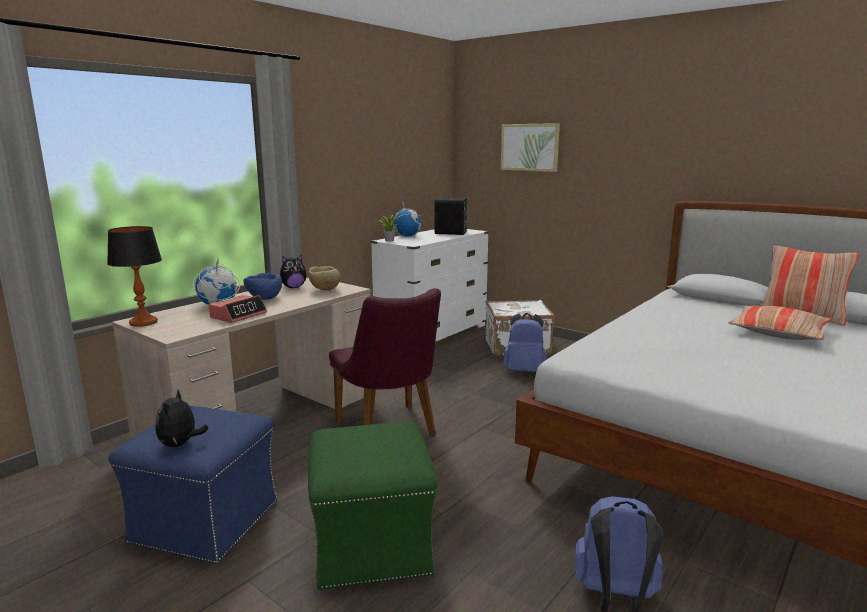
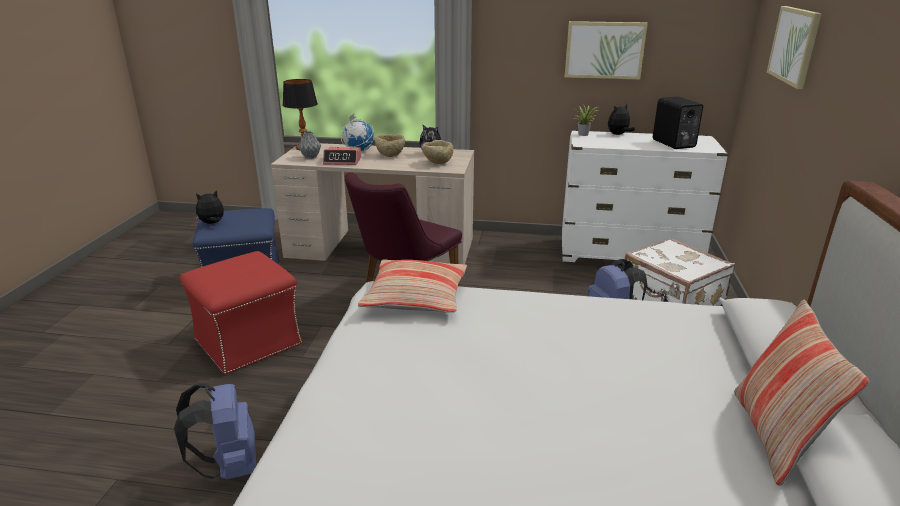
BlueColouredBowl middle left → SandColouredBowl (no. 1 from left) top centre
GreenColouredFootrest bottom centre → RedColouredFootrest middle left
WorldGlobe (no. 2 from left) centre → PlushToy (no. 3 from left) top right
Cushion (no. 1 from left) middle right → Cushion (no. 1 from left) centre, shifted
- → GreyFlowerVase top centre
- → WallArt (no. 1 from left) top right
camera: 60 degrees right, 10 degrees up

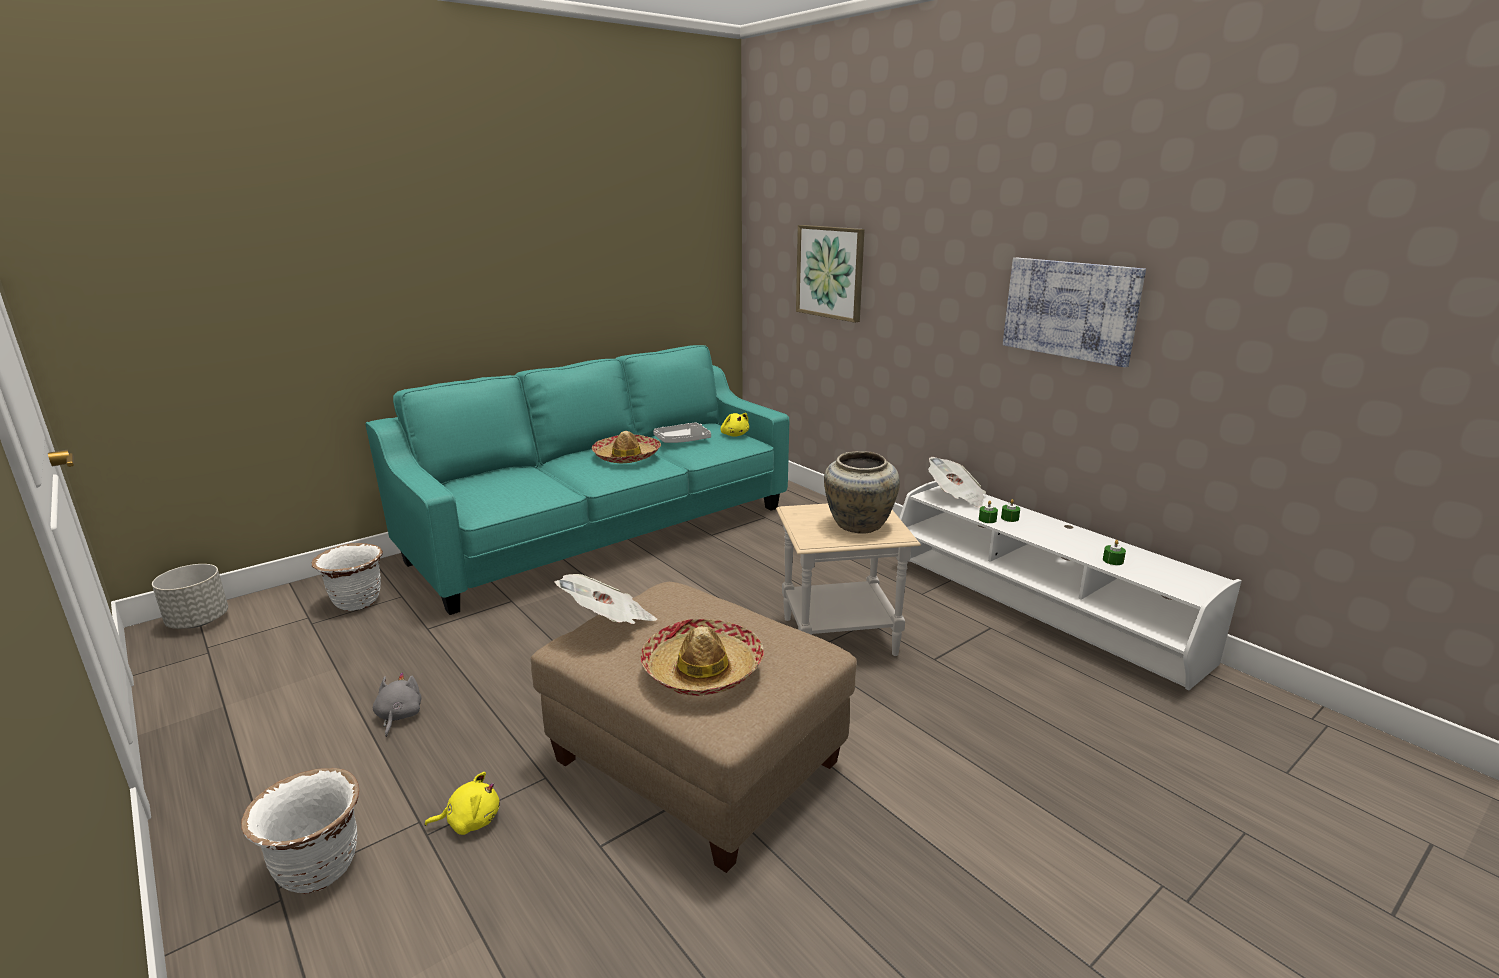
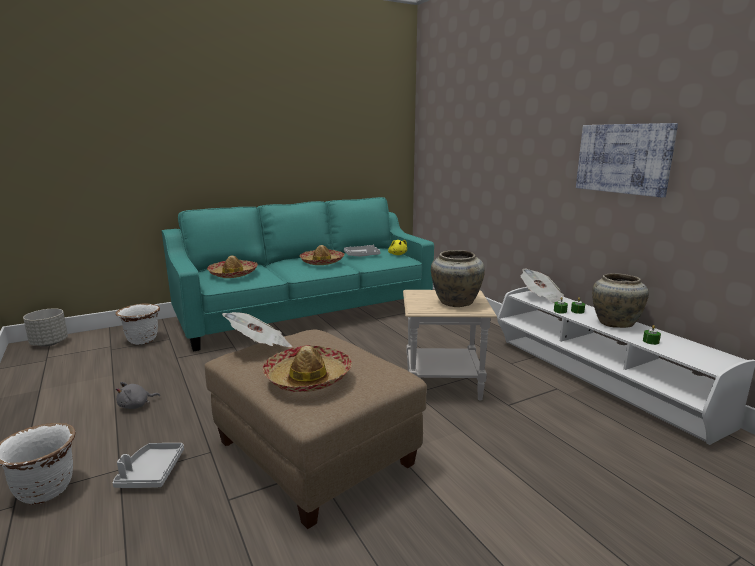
GreyPlushToy bottom left, 135 degrees counterclockwise
YellowishPlushToy (no. 1 from left) bottom left → GreyServingTray (no. 1 from left) bottom left
WallArt (no. 1 from left) top centre → -
- → ClothingHat (no. 1 from left) middle left
- → SandColouredFlowerVase (no. 2 from left) middle right
camera: 10 degrees right, 5 degrees down

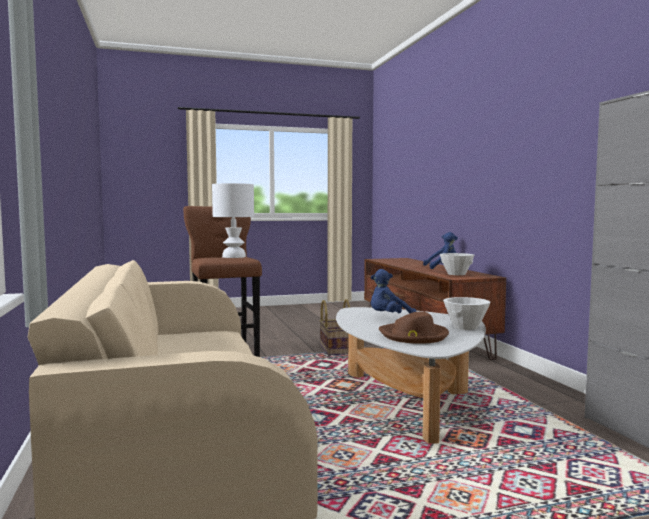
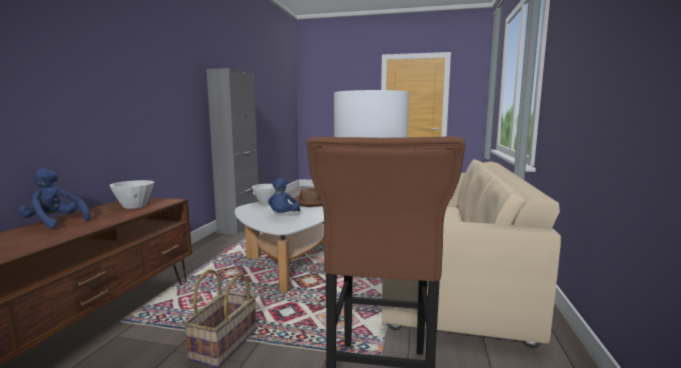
BlueColouredPlushToy (no. 1 from left in the first image) centre → BlueColouredPlushToy (no. 2 from left) centre, 90 degrees clockwise
camera: 150 degrees left, 5 degrees up

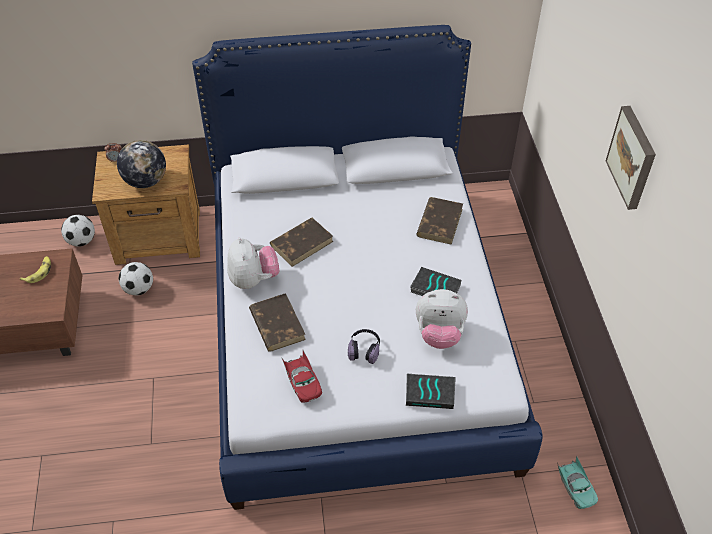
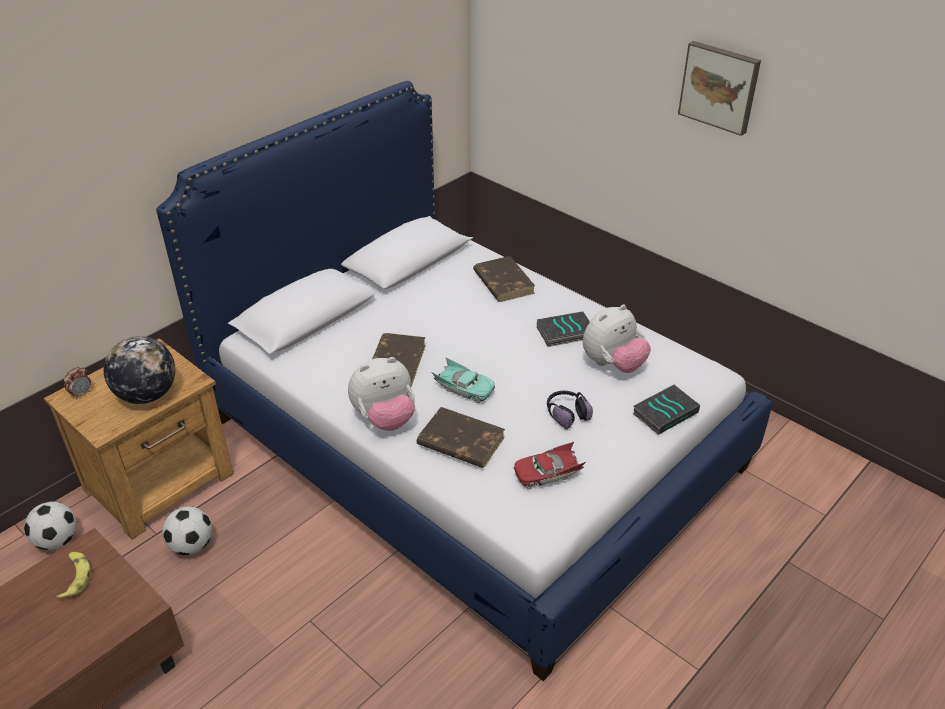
PlushToy (no. 1 from left) centre, 120 degrees clockwise
RedColouredToyCar bottom centre → RedColouredToyCar centre, 135 degrees clockwise
BlueGreenToyCar bottom right → BlueGreenToyCar centre, shifted
camera: 40 degrees left, 10 degrees down

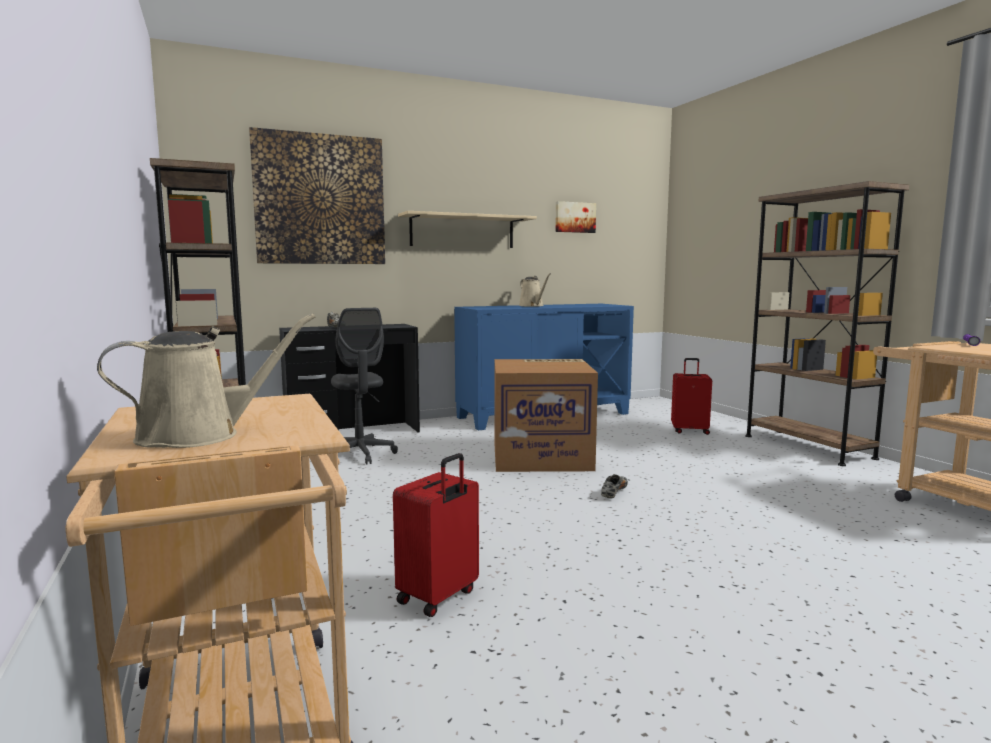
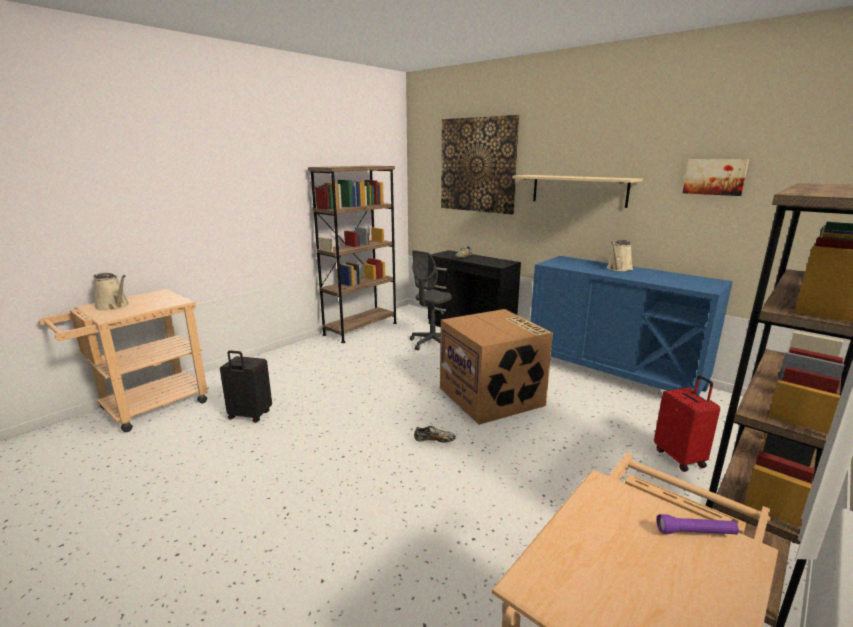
RedColouredTravelCase (no. 1 from left) bottom centre → BlackColouredTravelCase middle left
camera: 65 degrees right, 10 degrees up

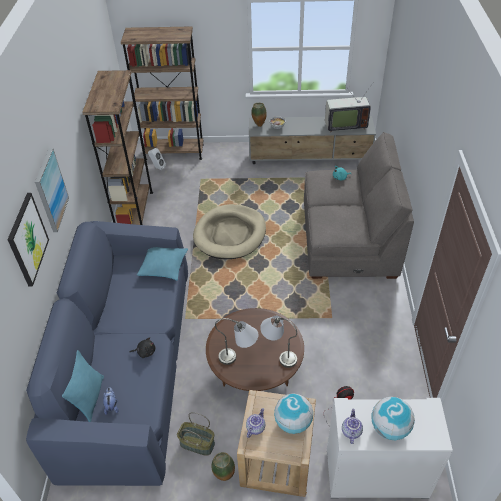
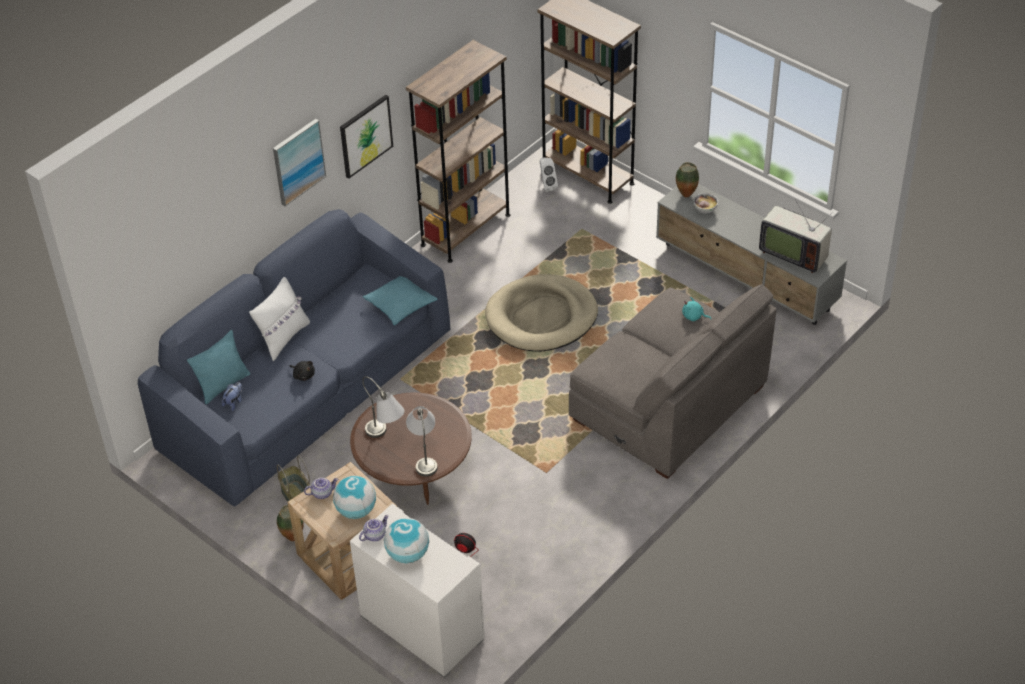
WallArt (no. 1 from left in the first image) middle left → WallArt (no. 2 from left) top centre, shifted
- → WhiteColouredCushion middle left
camera: 40 degrees right, 0 degrees up

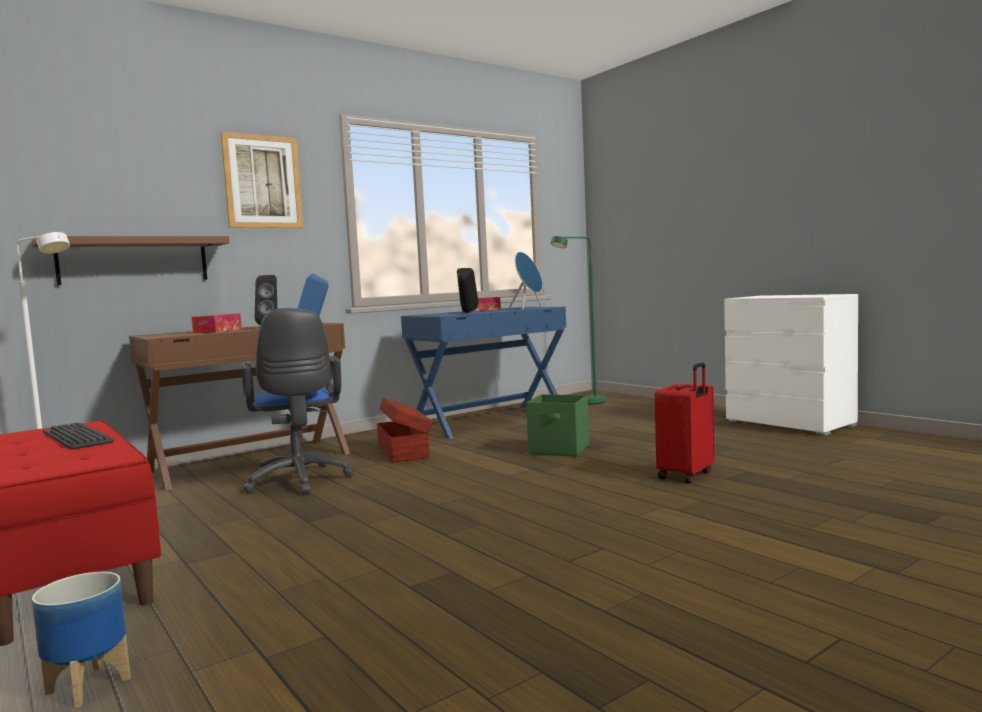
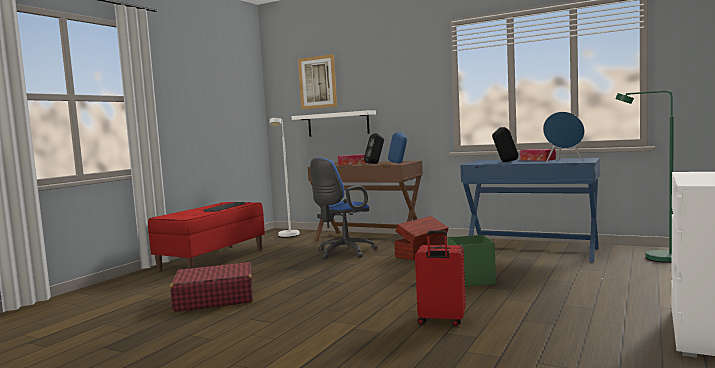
BrownWallShelf middle left → WhiteColouredWallShelf centre
PlantPot bottom left → -
WallArt top left → WallArt top centre, shifted
- → RedColouredTravelCase (no. 1 from left) bottom left
camera: 65 degrees right, 0 degrees up

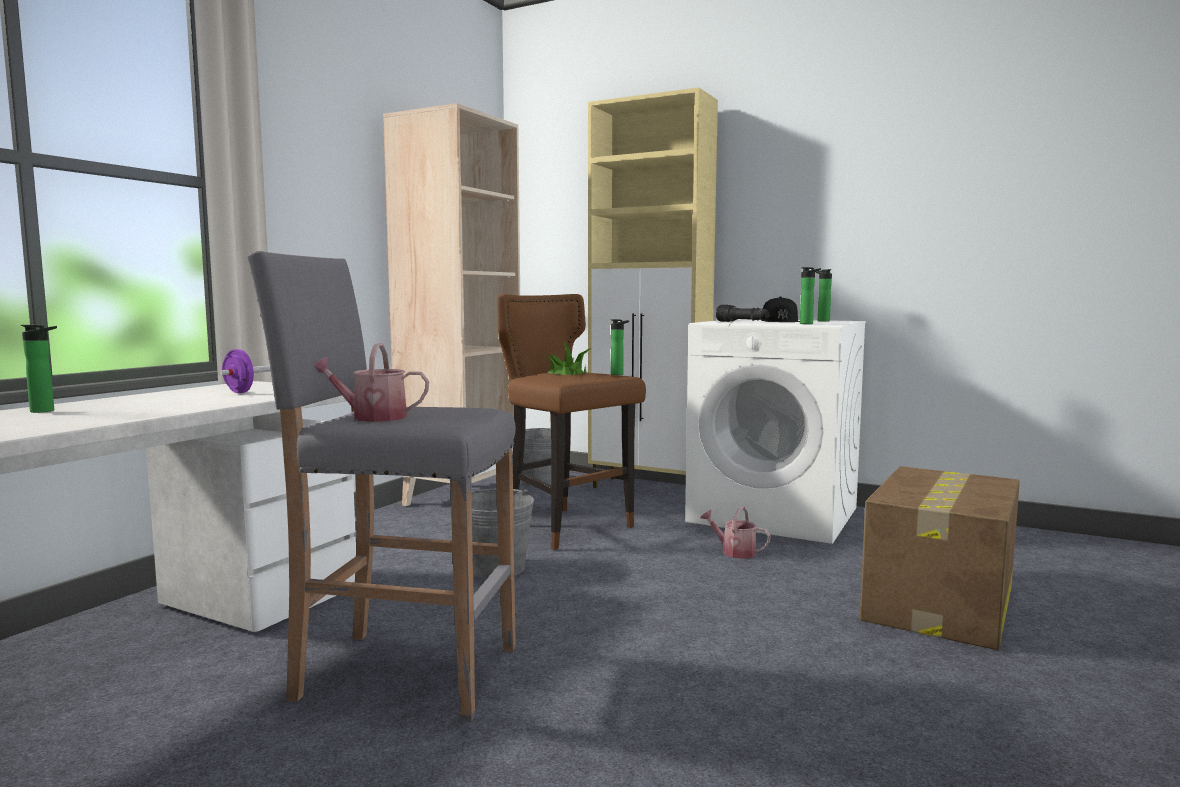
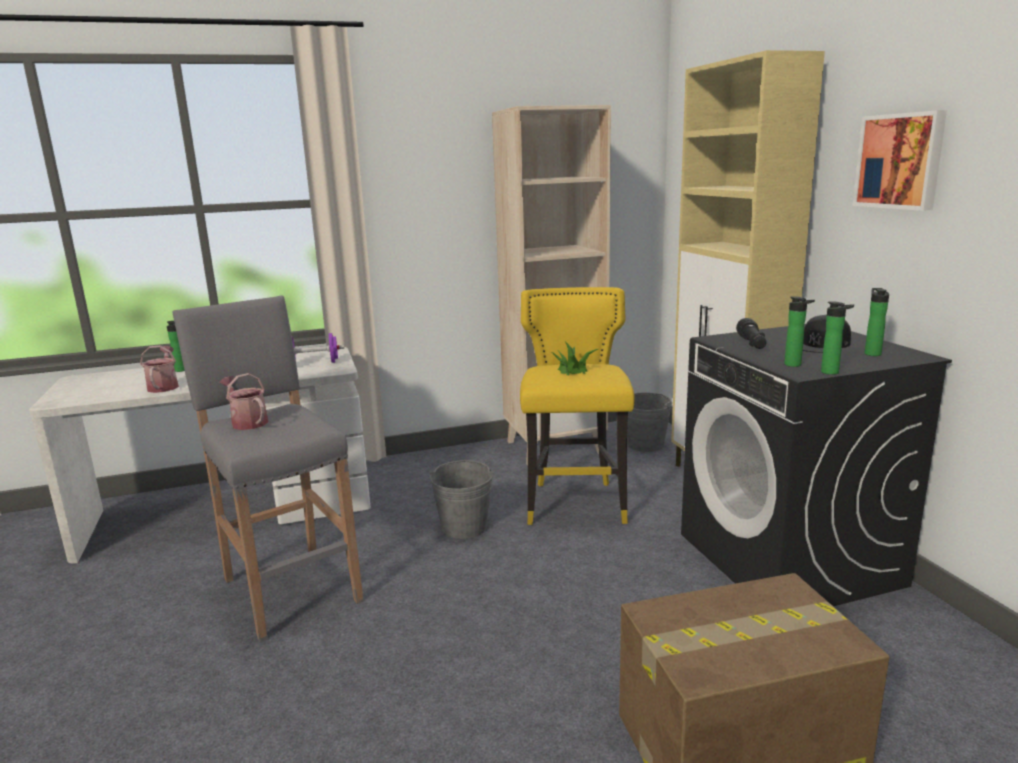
BrownStool centre → YellowishStool centre
DrinkBottle (no. 2 from left in the first image) centre → DrinkBottle (no. 3 from left) middle right, shifted
WhiteColouredLaundryMachine centre → BlackColouredLaundryMachine middle right
WateringPot (no. 2 from left in the first image) bottom centre → WateringPot (no. 1 from left) middle left, shifted
- → WallArt top right
camera: 45 degrees right, 10 degrees up

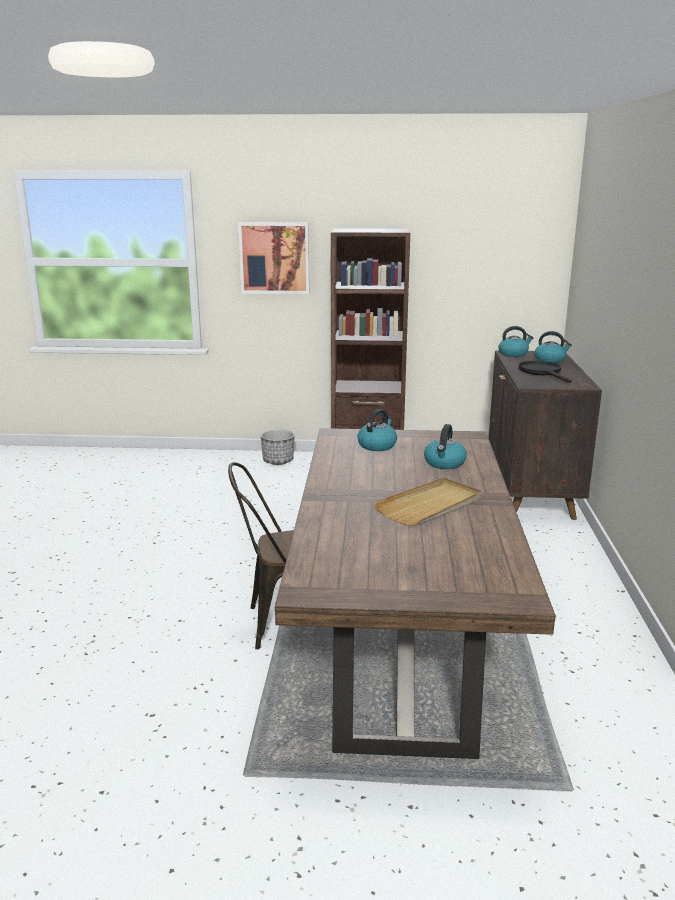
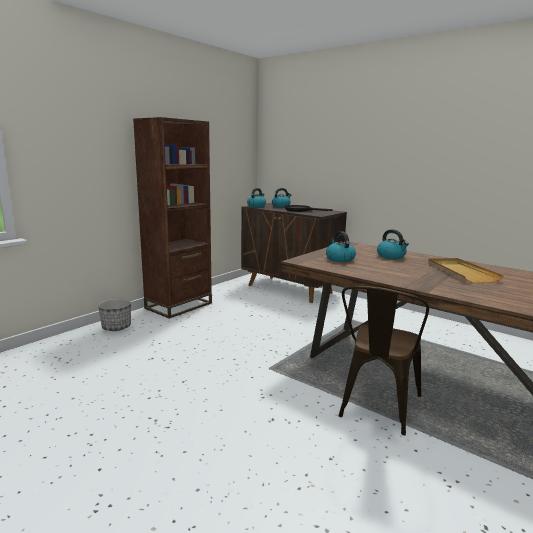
WallArt top centre → -
camera: 55 degrees left, 5 degrees down

